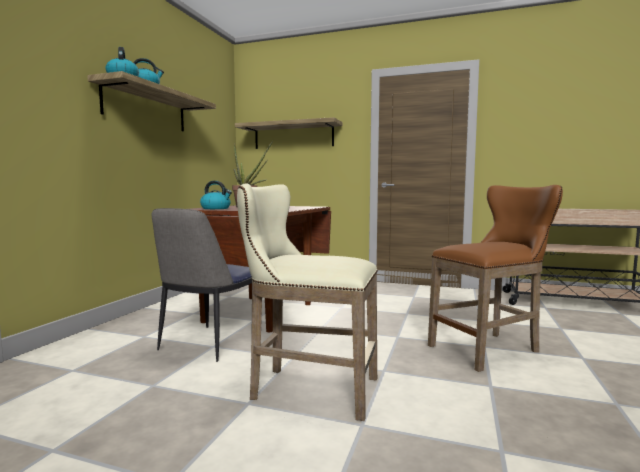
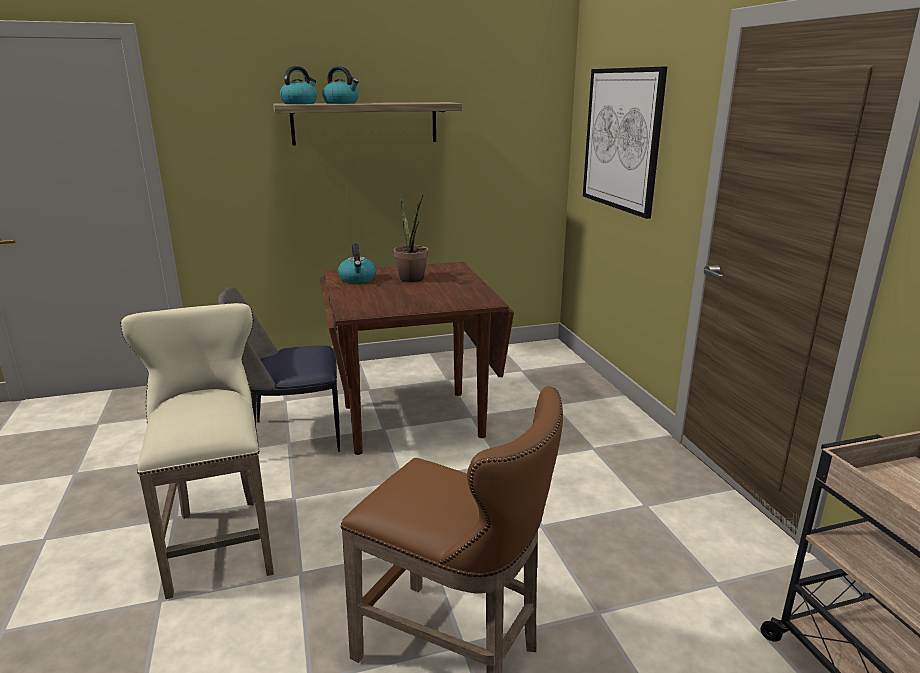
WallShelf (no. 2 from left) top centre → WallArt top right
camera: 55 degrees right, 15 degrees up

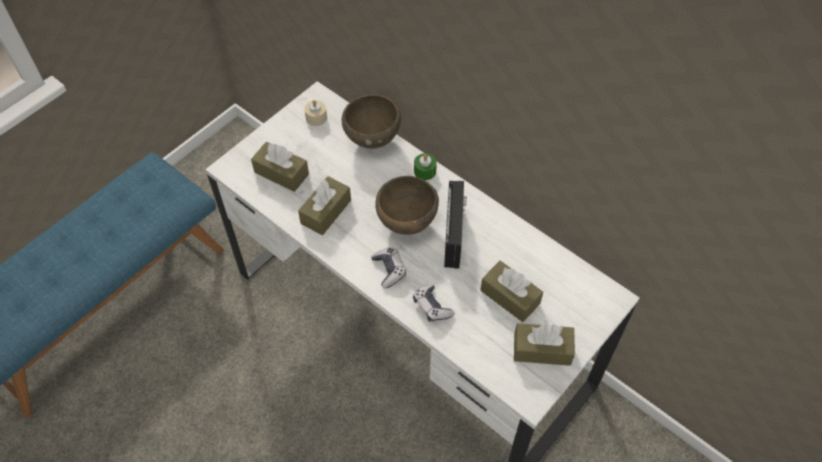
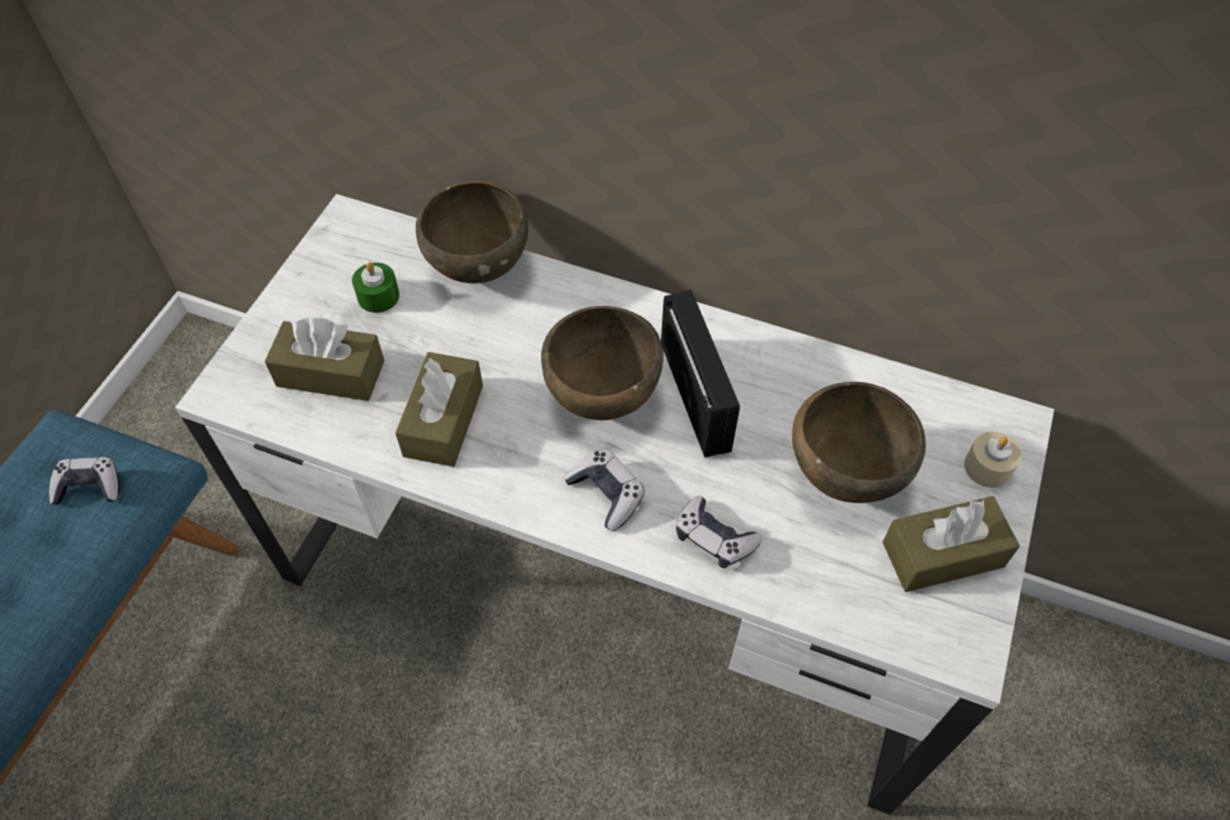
SandColouredCandle top centre → SandColouredCandle middle right, shifted
GreenColouredCandle centre → GreenColouredCandle middle left, shifted
BrownTissueBox (no. 3 from left) centre → BrownBowl (no. 3 from left) middle right
- → Gamepad (no. 1 from left) middle left
camera: 20 degrees left, 0 degrees up

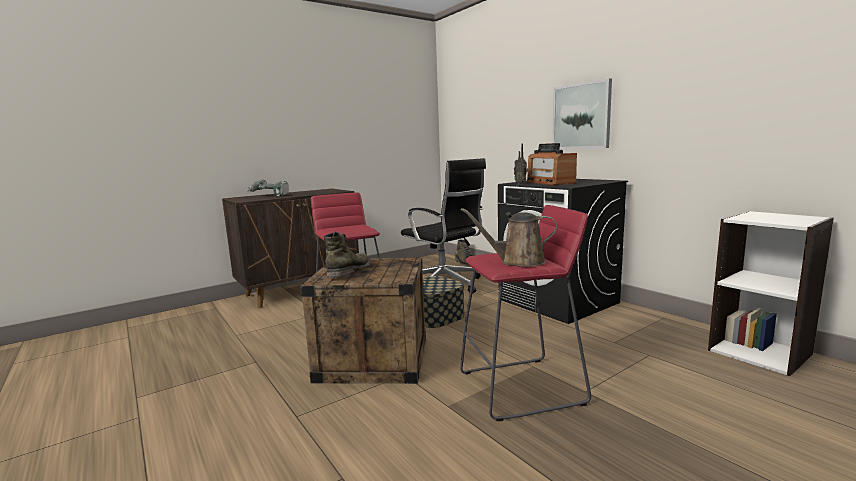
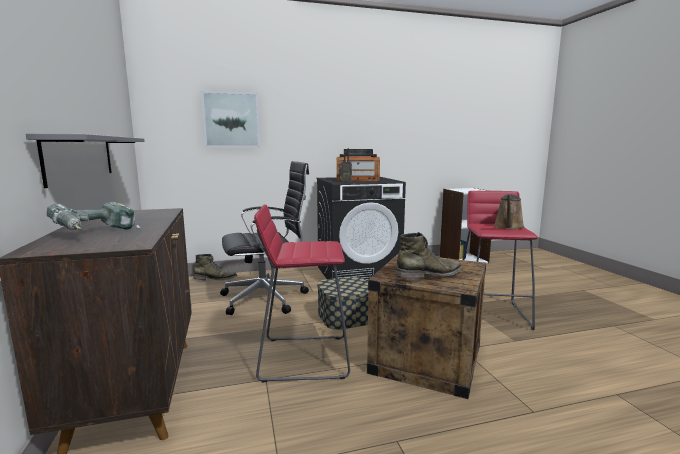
GreenColouredHighTopBoot (no. 1 from left in the first image) centre → GreenColouredHighTopBoot (no. 2 from left) centre, 120 degrees clockwise
WallArt top right → WallArt top centre, shifted
- → GreyWallShelf middle left
camera: 70 degrees left, 0 degrees up

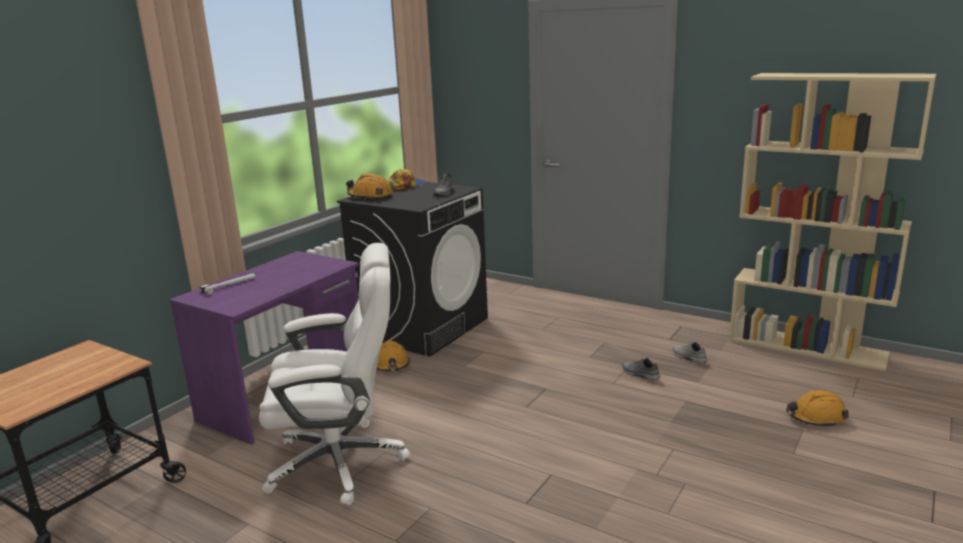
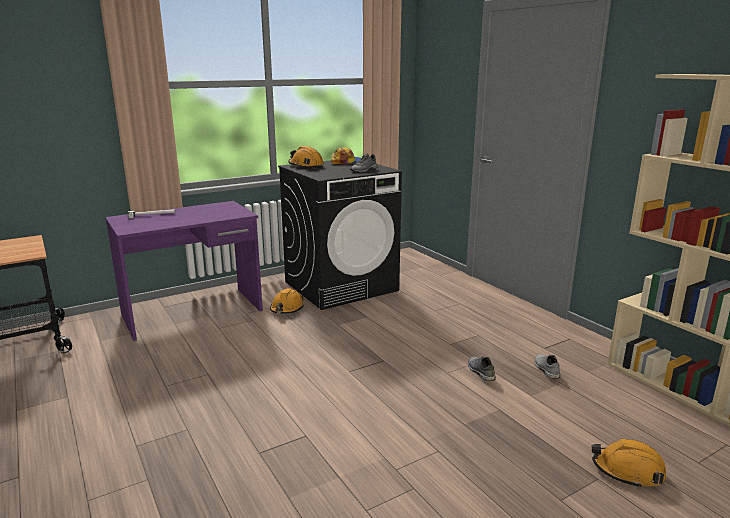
WhiteColouredComputerChair bottom centre → -
camera: 25 degrees right, 0 degrees up

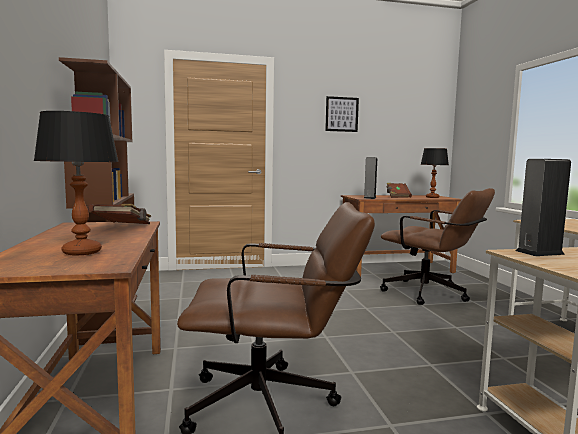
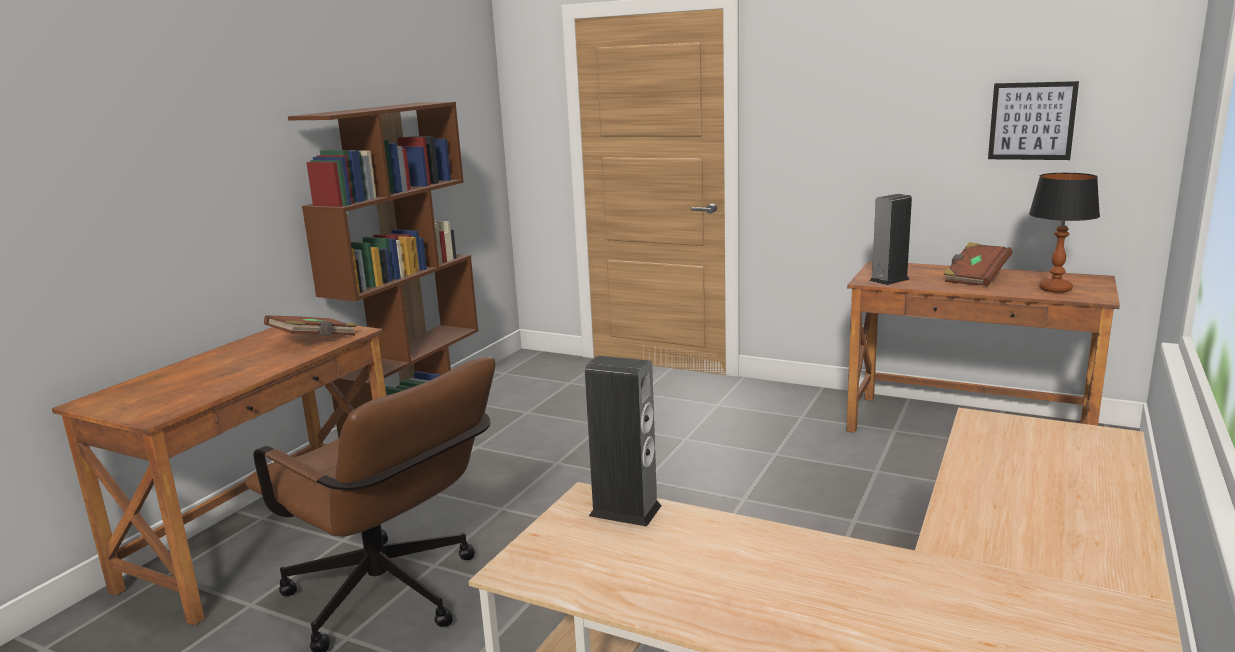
LampForATable (no. 1 from left) middle left → -
WallArt top centre → WallArt top right, shifted
BrownComputerChair (no. 2 from left) middle right → -
camera: 40 degrees right, 10 degrees up

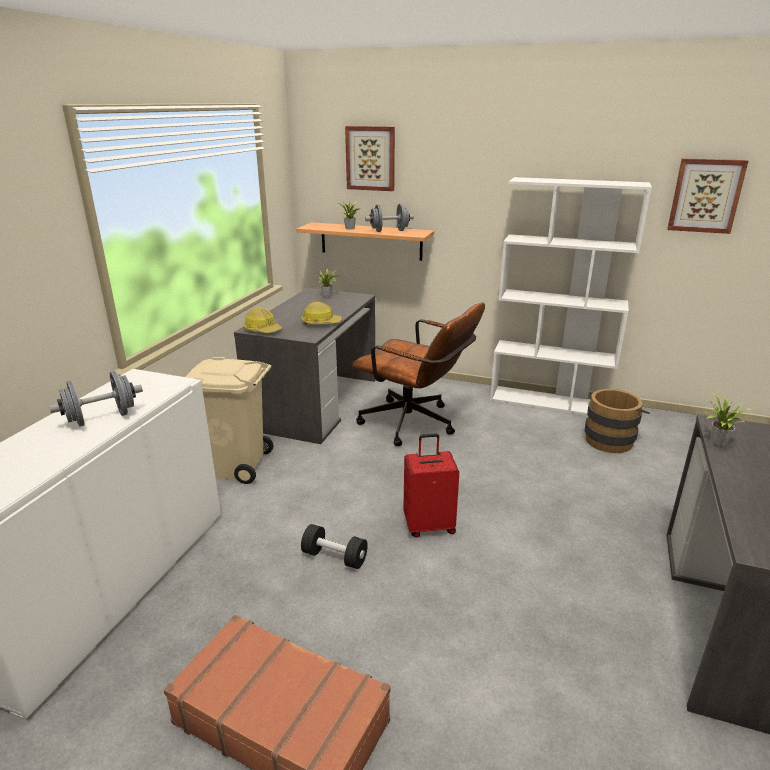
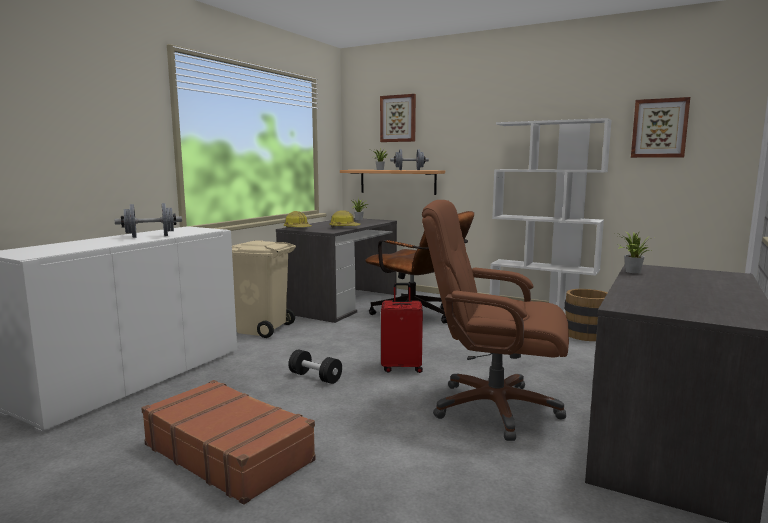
- → BrownComputerChair (no. 2 from left) centre
camera: 10 degrees right, 15 degrees down

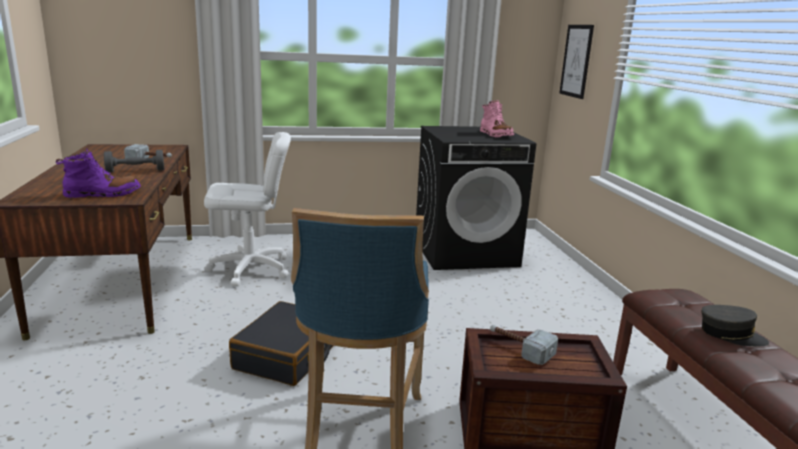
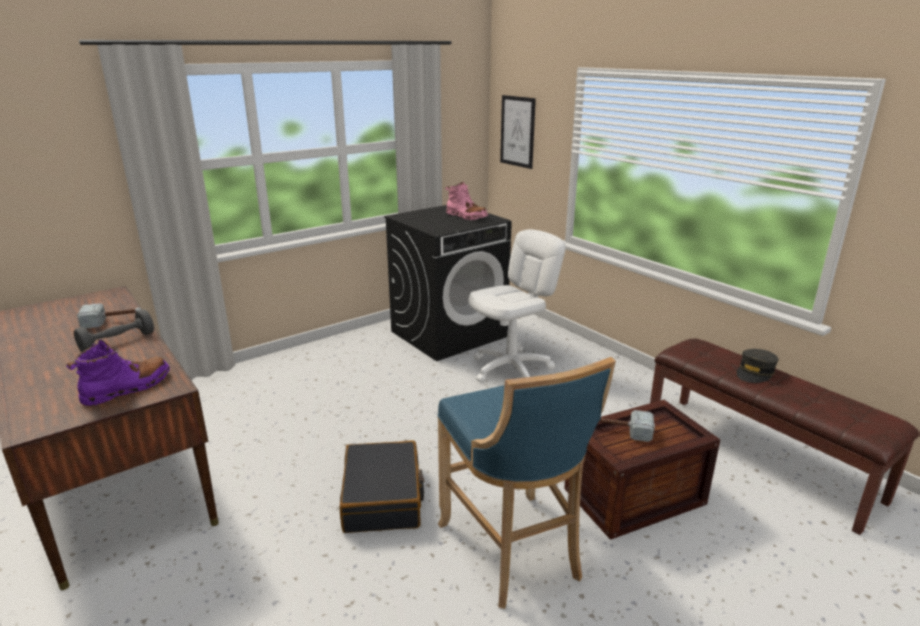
WhiteColouredComputerChair middle left → WhiteColouredComputerChair centre, shifted
GreyCap bottom right → GreyCap middle right, 135 degrees clockwise
camera: 25 degrees left, 5 degrees up

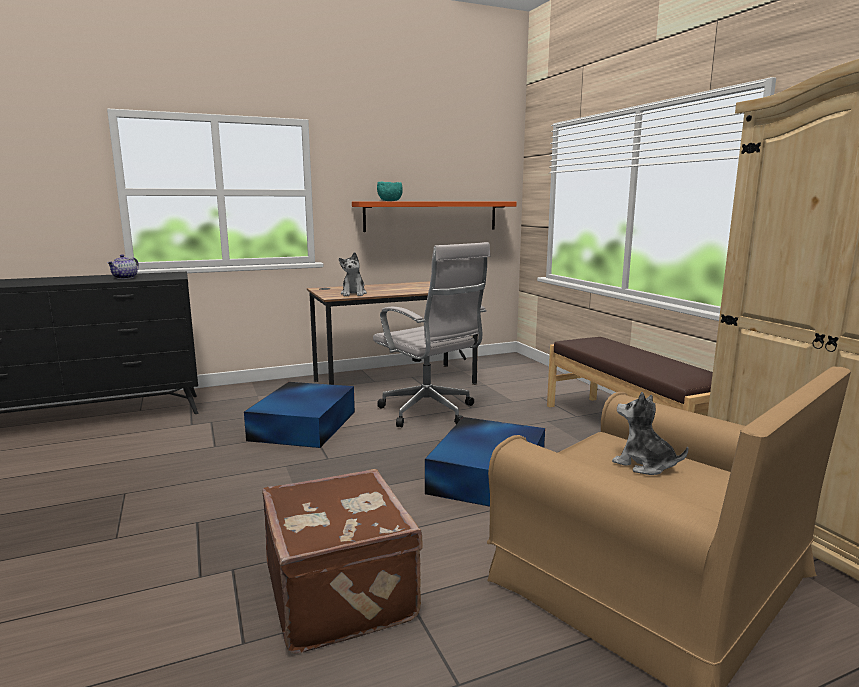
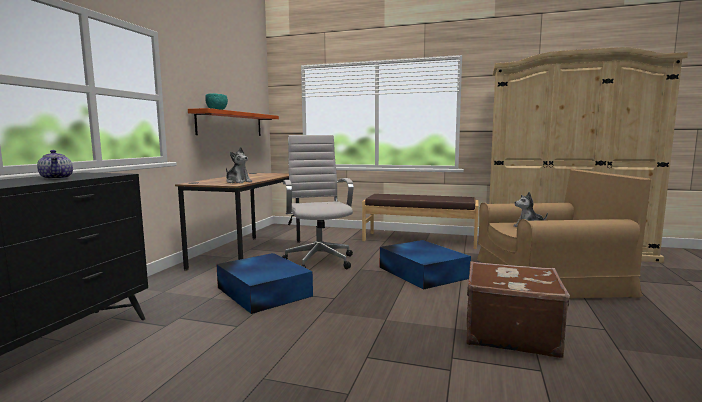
WhiteColouredComputerChair centre, 105 degrees counterclockwise
camera: 50 degrees left, 5 degrees down

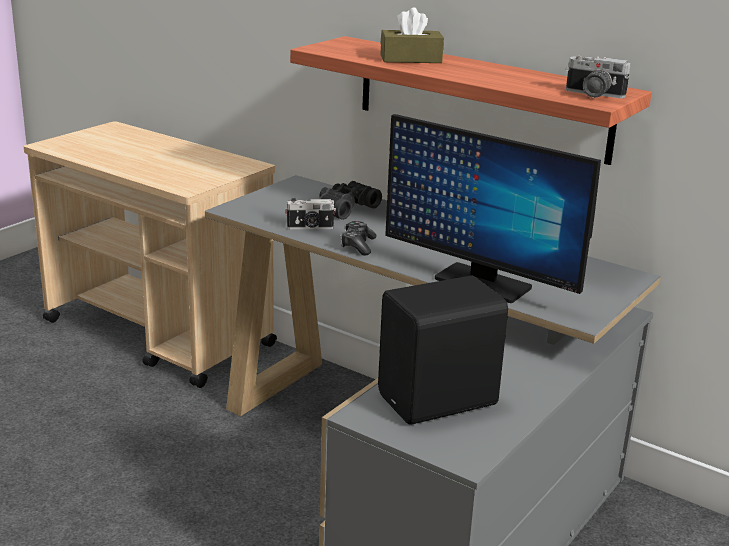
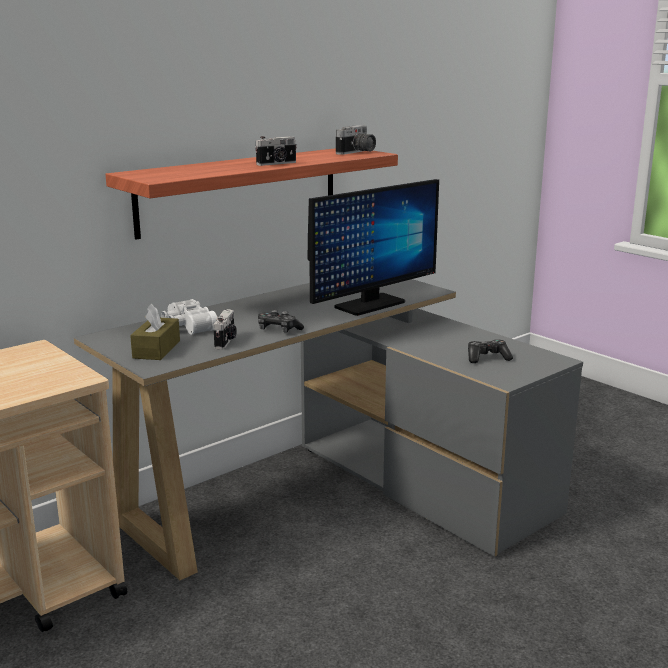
BlackColouredBinoculars centre → WhiteColouredBinoculars middle left
BlackColouredAudioSpeaker centre → Gamepad (no. 2 from left) middle right
BrownTissueBox top centre → BrownTissueBox middle left, shifted
- → PhotoCamera (no. 2 from left) top centre
camera: 75 degrees left, 5 degrees down

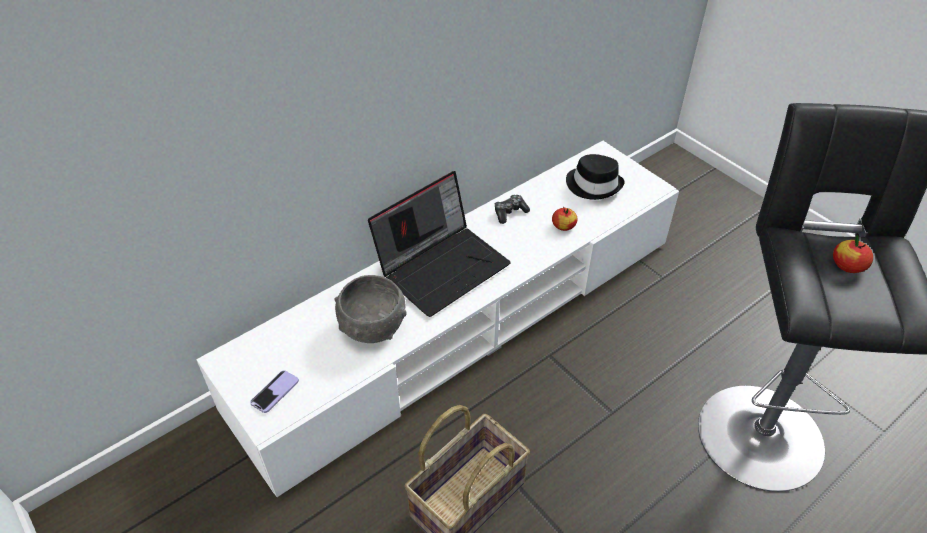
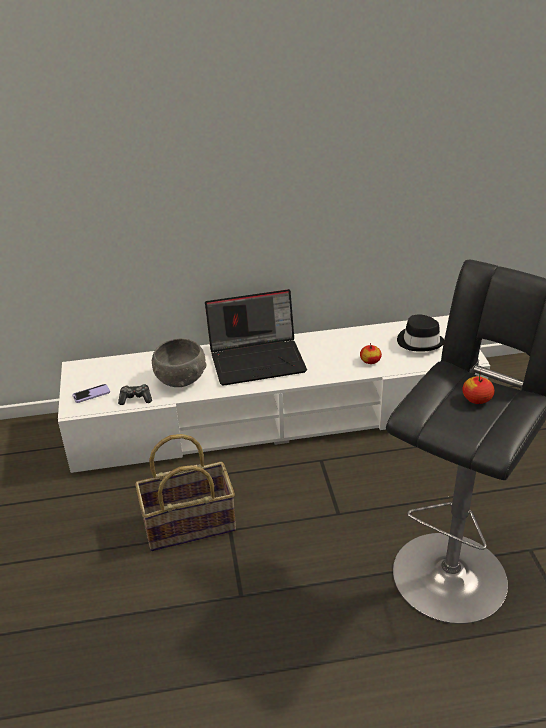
Gamepad centre → Gamepad middle left, shifted
camera: 30 degrees right, 10 degrees down

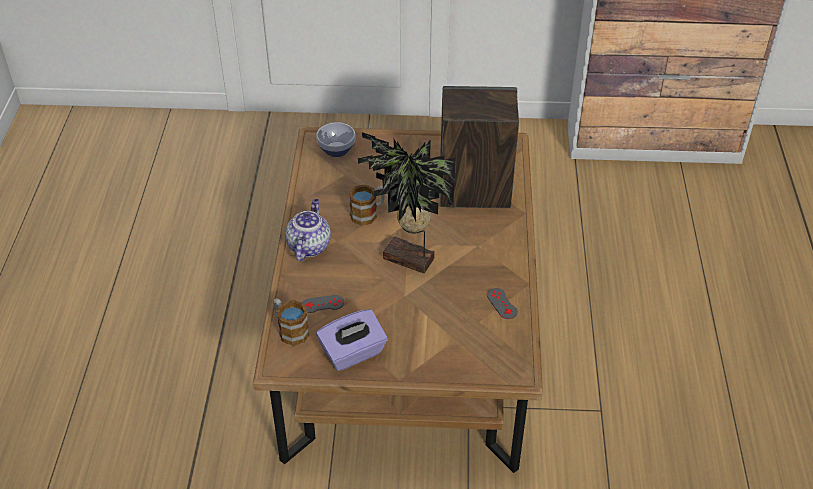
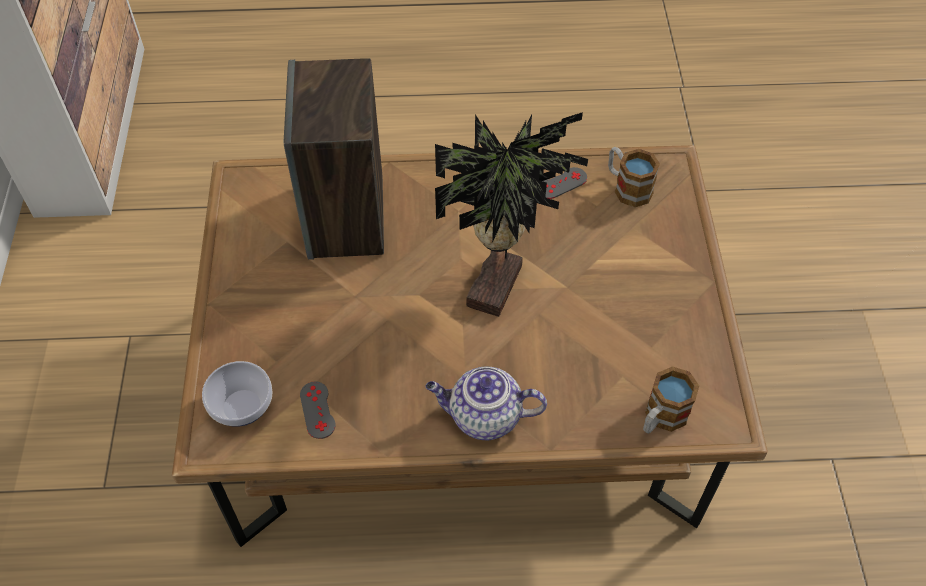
GreyGamepad (no. 1 from left) centre → GreyGamepad (no. 1 from left) bottom centre, shifted
PurpleColouredTissueBox bottom centre → -
Mug (no. 2 from left in the first image) centre → Mug (no. 1 from left) top right, shifted
camera: 95 degrees left, 10 degrees up

